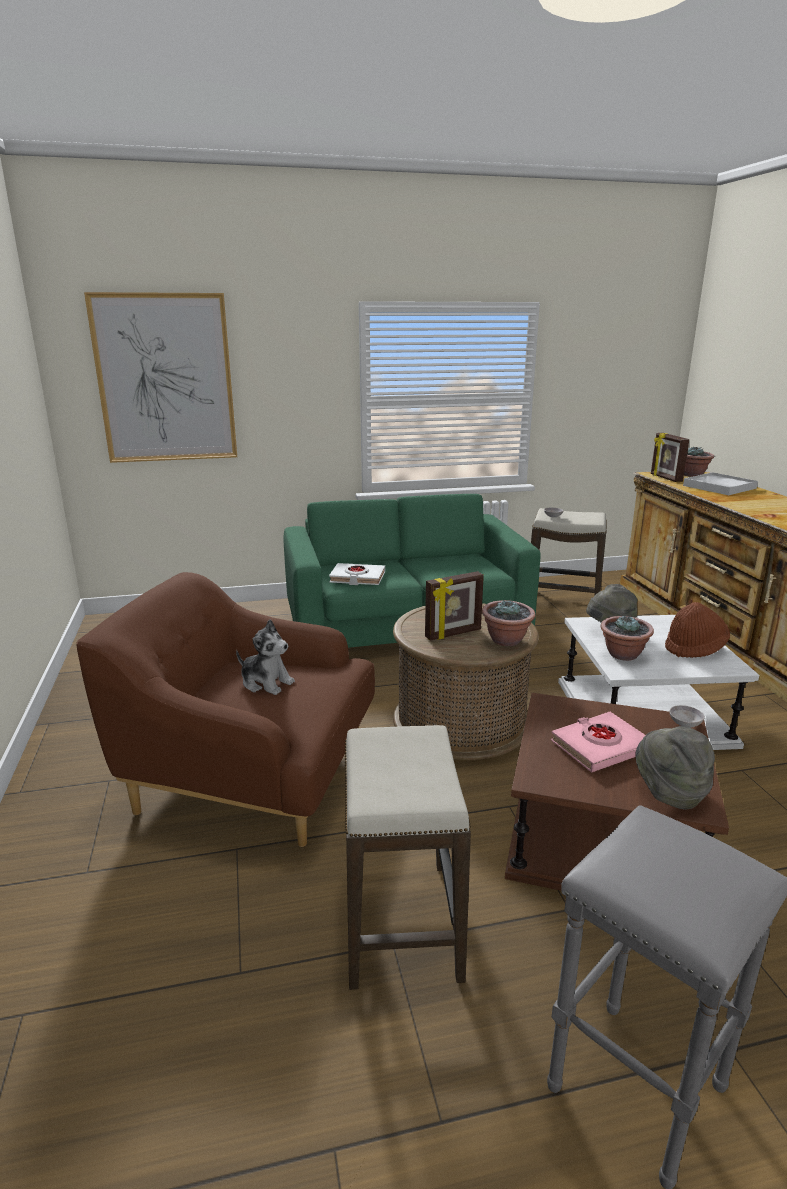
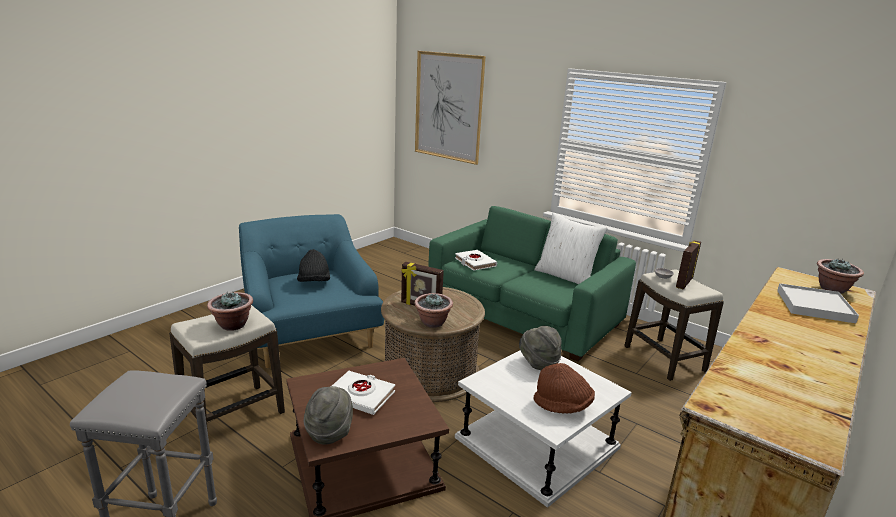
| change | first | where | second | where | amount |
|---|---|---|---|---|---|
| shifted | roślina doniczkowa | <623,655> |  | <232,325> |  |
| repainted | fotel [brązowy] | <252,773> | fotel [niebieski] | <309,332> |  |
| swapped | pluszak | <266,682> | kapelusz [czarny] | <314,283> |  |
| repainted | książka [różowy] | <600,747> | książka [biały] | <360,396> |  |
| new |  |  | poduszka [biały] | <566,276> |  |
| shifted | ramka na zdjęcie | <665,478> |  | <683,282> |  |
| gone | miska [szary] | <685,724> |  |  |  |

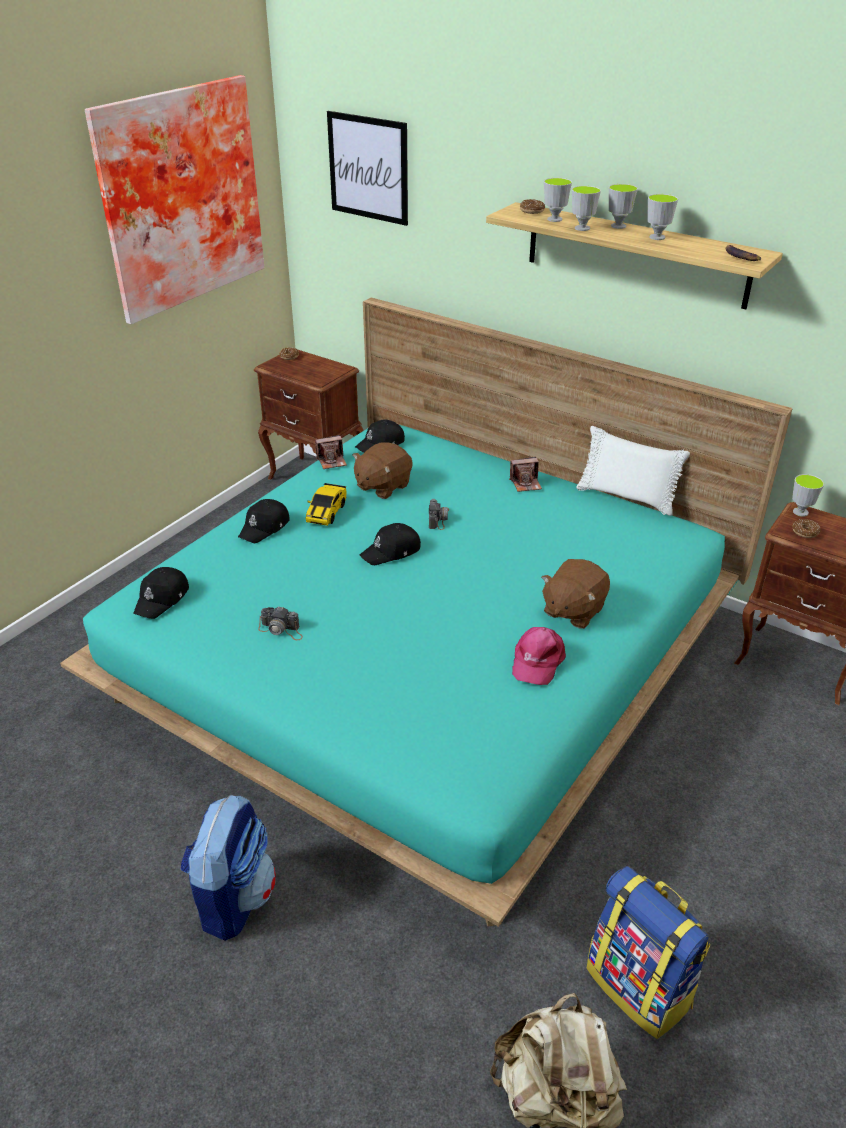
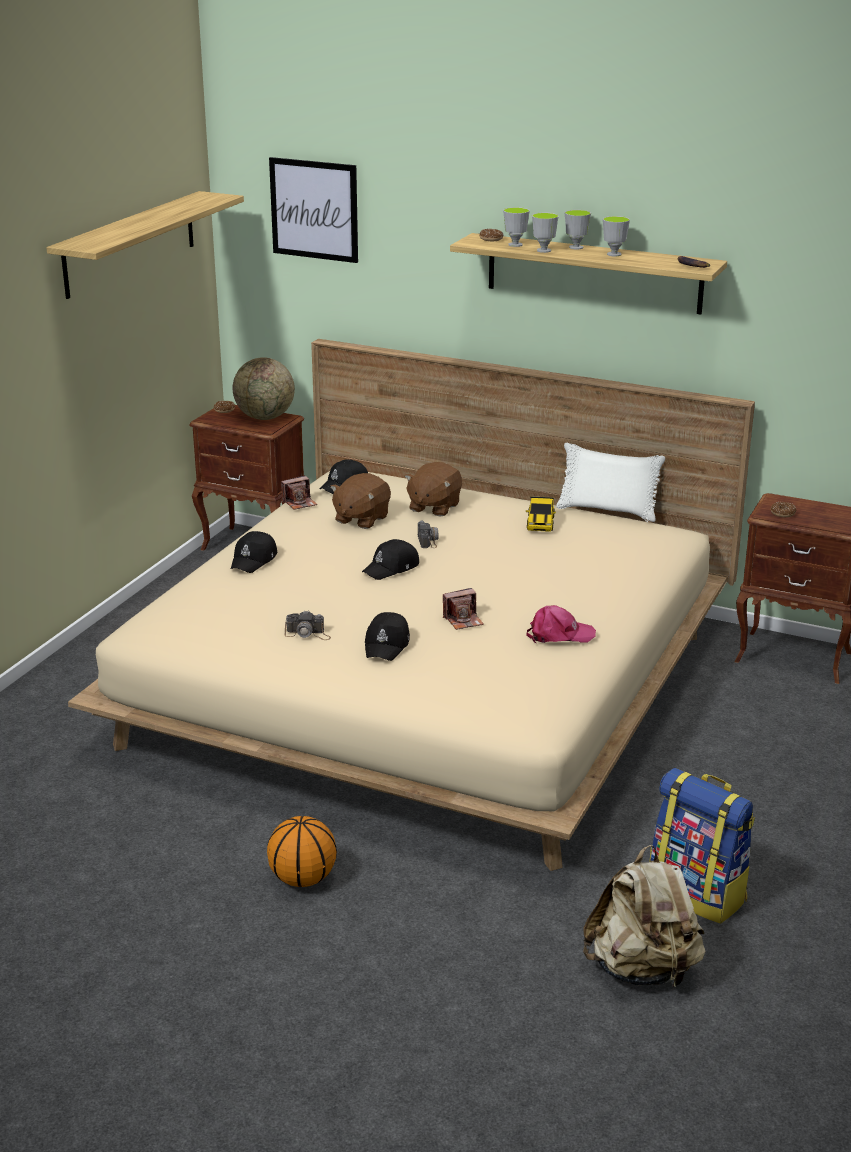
| change | first | where | second | where | amount |
|---|---|---|---|---|---|
| swapped | obraz | <178,197> | półka | <130,244> |  |
| repainted | łóżko [turkusowy] | <423,660> | łóżko [beżowy] | <425,688> |  |
| new |  |  | globus | <265,417> |  |
| swapped | plecak | <234,897> | piłka do koszykówki | <302,878> |  |
| shifted | czapka z daszkiem [czarny] | <162,599> |  | <387,645> |  |
| shifted | pluszak [brązowy] | <573,610> |  | <433,507> |  |
| shifted | aparat fotograficzny | <525,483> |  | <463,620> |  |
| shifted | samochodzik | <326,512> |  | <540,523> |  |
| rotated | czapka z daszkiem [różowy] | <537,661> |  | <559,635> | 105 degrees counterclockwise |
| gone | filiżanka | <800,512> |  |  |  |

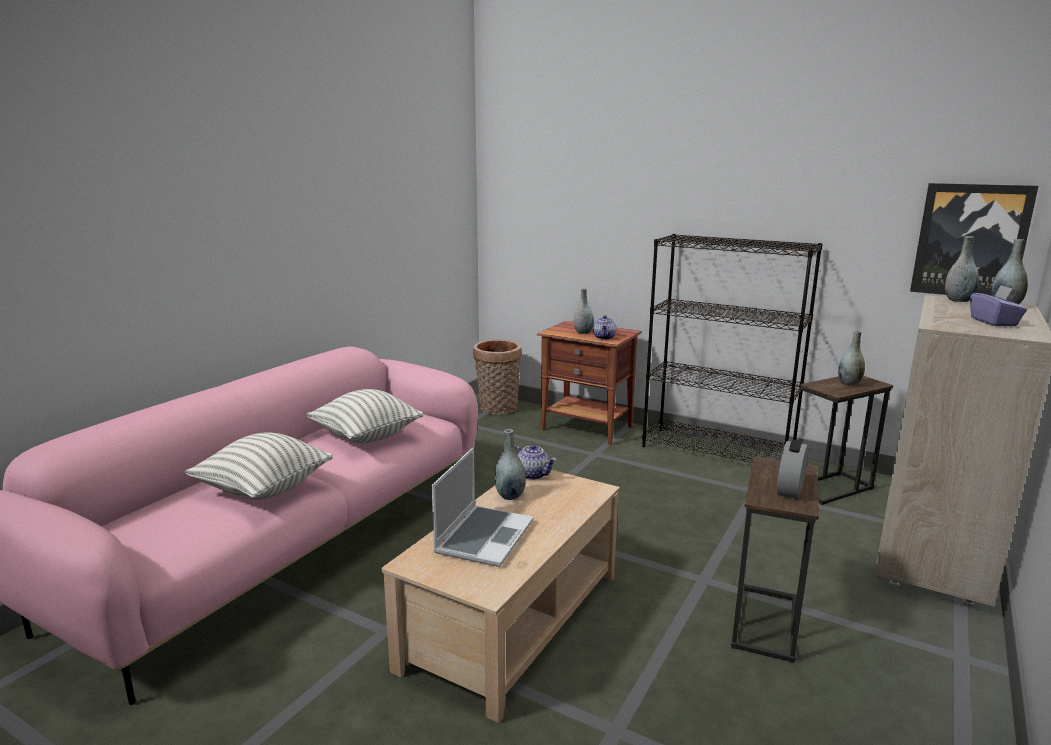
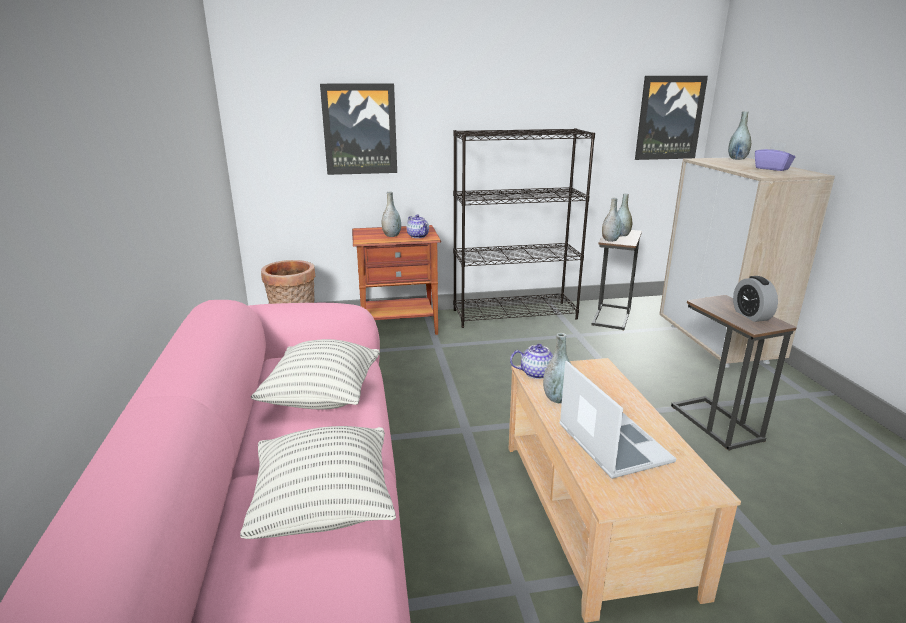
| change | first | where | second | where | amount |
|---|---|---|---|---|---|
| new |  |  | obraz | <360,129> |  |
| shifted | wazon [szary] | <958,300> |  | <610,240> |  |

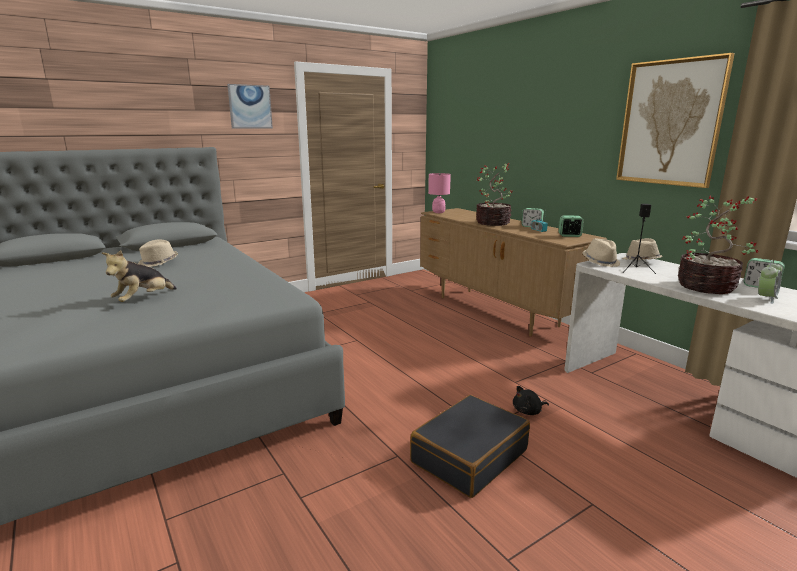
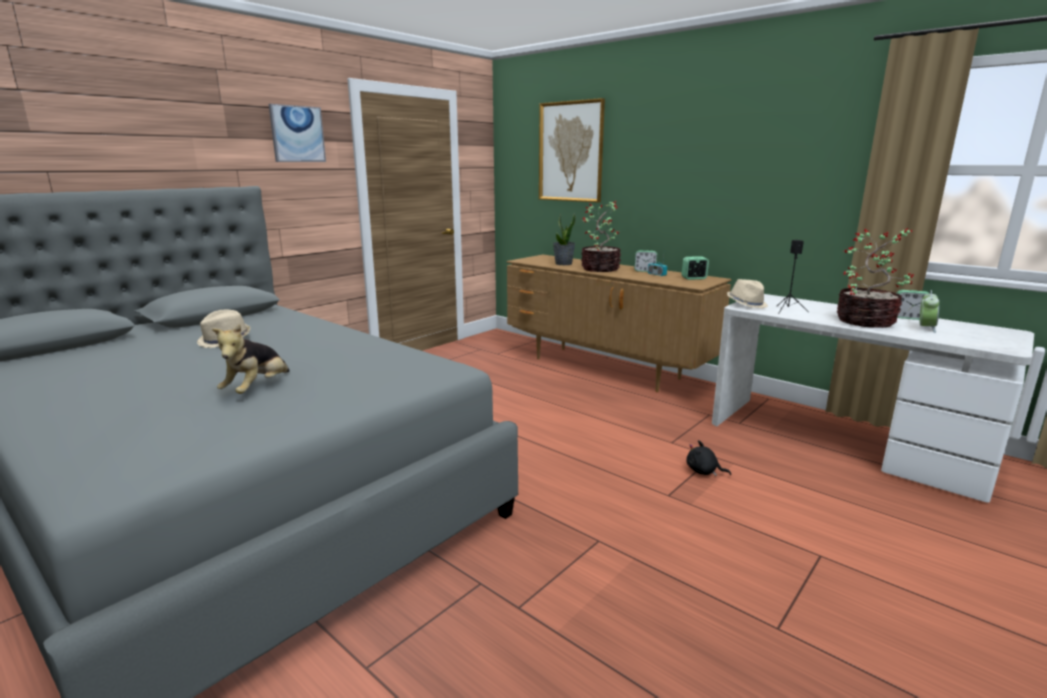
| change | first | where | second | where | amount |
|---|---|---|---|---|---|
| shifted | obraz | <670,123> |  | <571,152> |  |
| new |  |  | roślina doniczkowa | <563,264> |  |
| rotated | pluszak [czarny] | <528,411> |  | <703,471> | 60 degrees clockwise |
| gone | walizka [czarny] | <469,456> |  |  |  |
| gone | lampa stołowa [różowy] | <438,212> |  |  |  |
| gone | kapelusz [beżowy] | <641,261> |  |  |  |

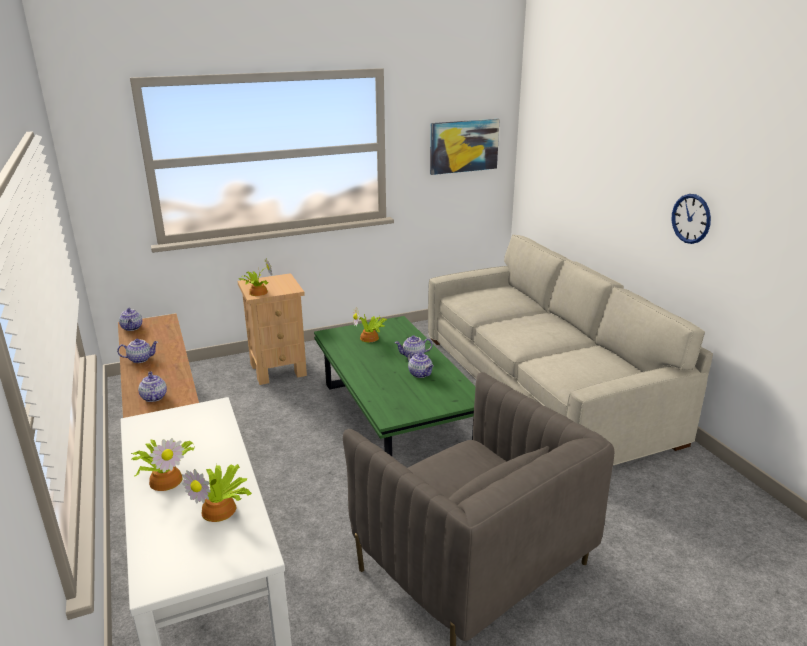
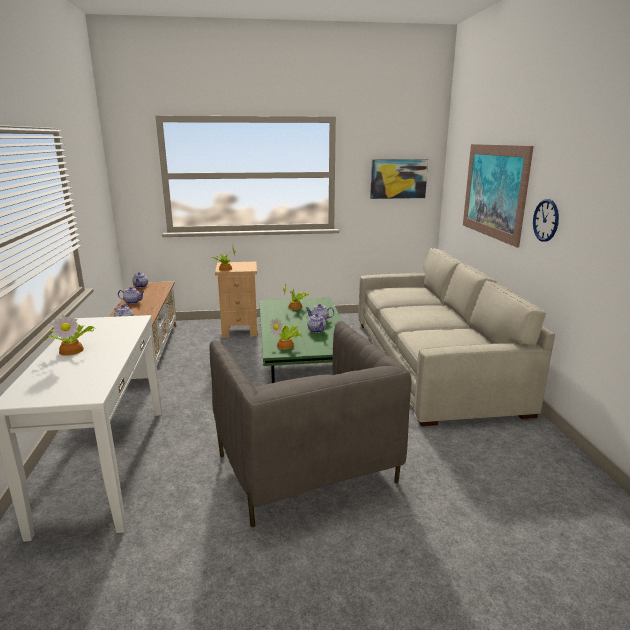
| change | first | where | second | where | amount |
|---|---|---|---|---|---|
| shifted | roślina doniczkowa | <221,509> |  | <286,345> |  |
| new |  |  | obraz | <494,191> |  |

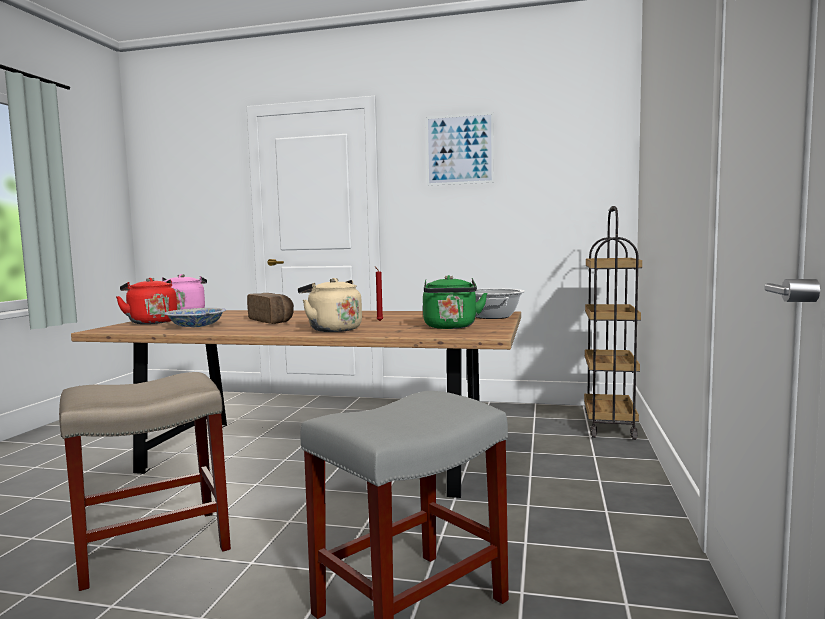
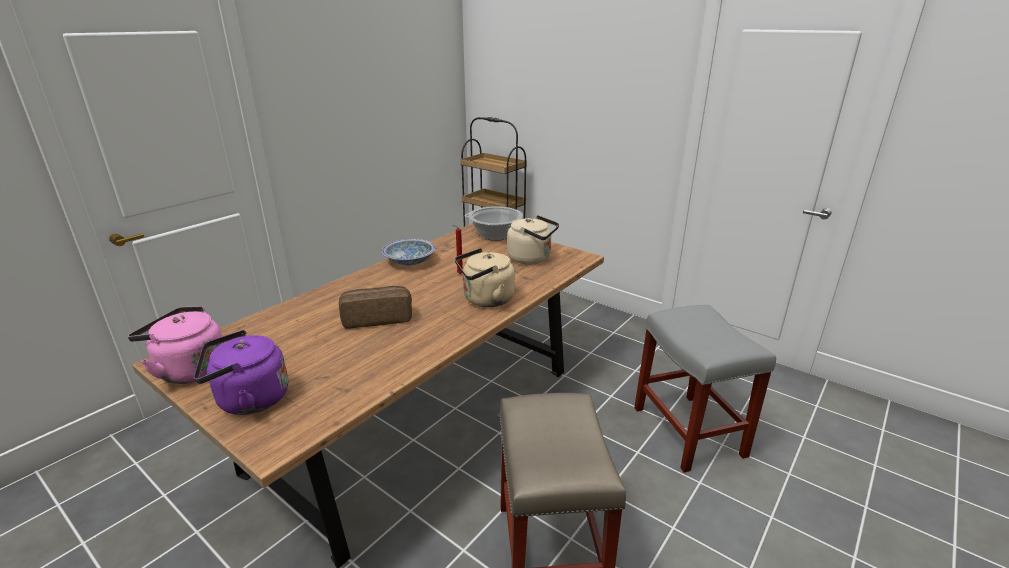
| change | first | where | second | where | amount |
|---|---|---|---|---|---|
| repainted | czajnik [czerwony] | <151,322> | czajnik [fioletowy] | <248,400> |  |
| shifted | miska | <196,326> |  | <410,261> |  |
| repainted | czajnik [zielony] | <450,327> | czajnik [beżowy] | <532,259> |  |
| gone | obraz | <459,149> |  |  |  |

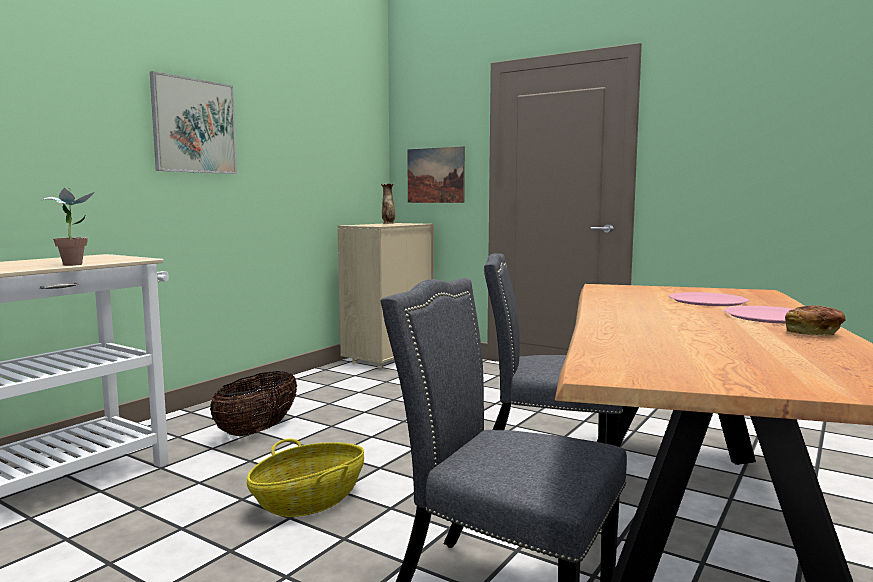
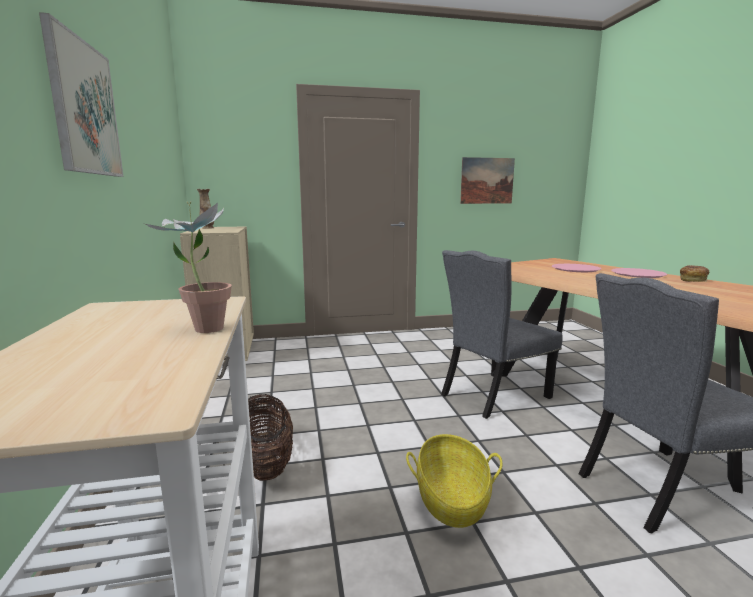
| change | first | where | second | where | amount |
|---|---|---|---|---|---|
| shifted | obraz | <435,175> |  | <487,181> |  |

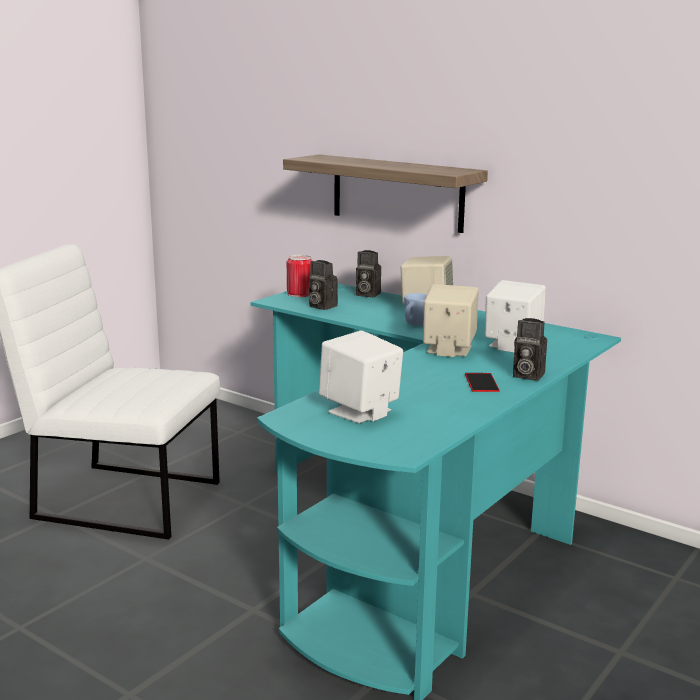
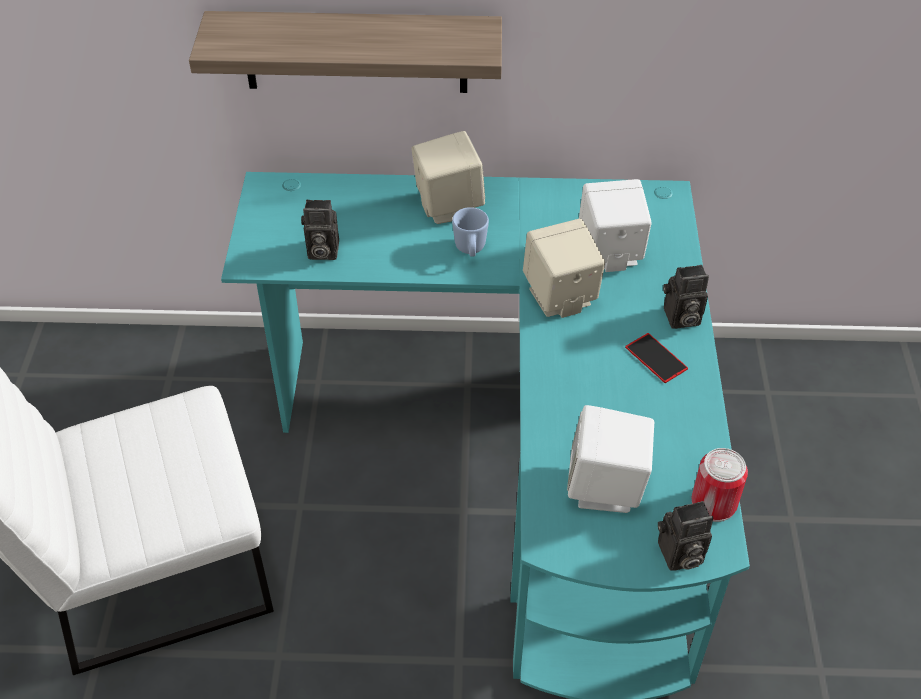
| change | first | where | second | where | amount |
|---|---|---|---|---|---|
| shifted | aparat fotograficzny | <366,294> |  | <679,556> |  |
| shifted | puszka | <300,293> |  | <713,503> |  |

